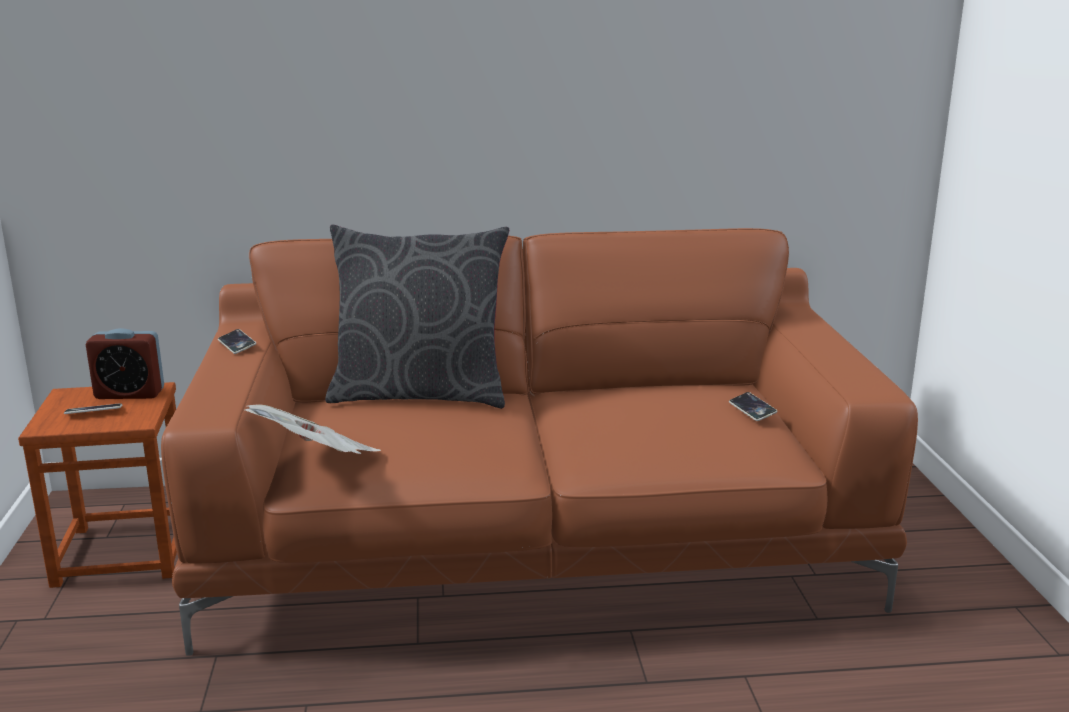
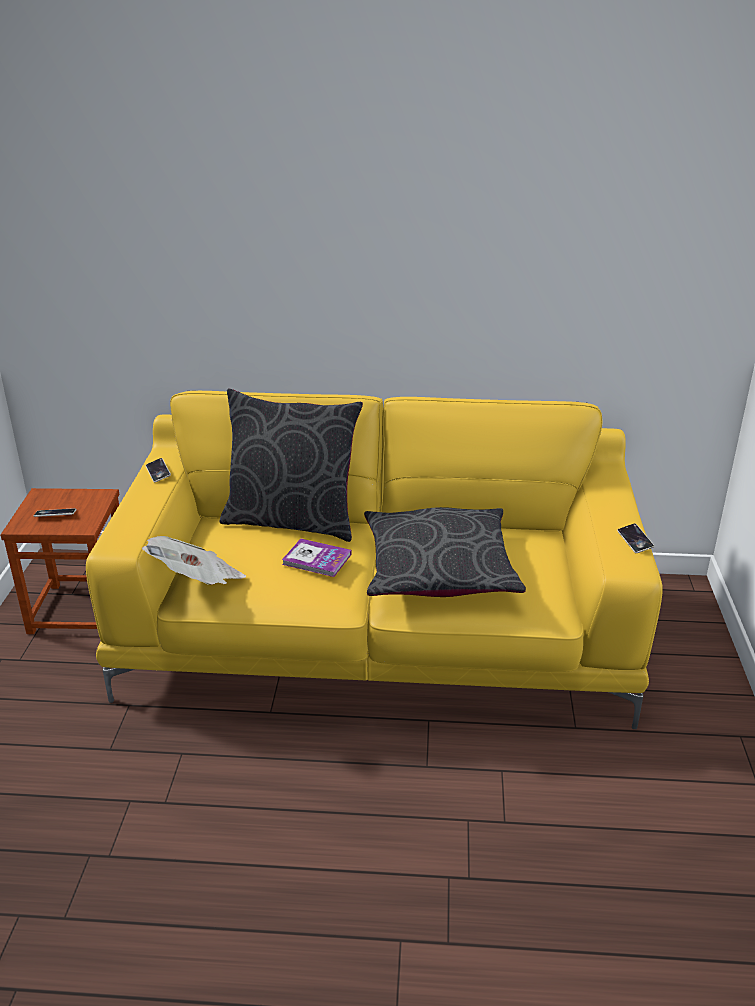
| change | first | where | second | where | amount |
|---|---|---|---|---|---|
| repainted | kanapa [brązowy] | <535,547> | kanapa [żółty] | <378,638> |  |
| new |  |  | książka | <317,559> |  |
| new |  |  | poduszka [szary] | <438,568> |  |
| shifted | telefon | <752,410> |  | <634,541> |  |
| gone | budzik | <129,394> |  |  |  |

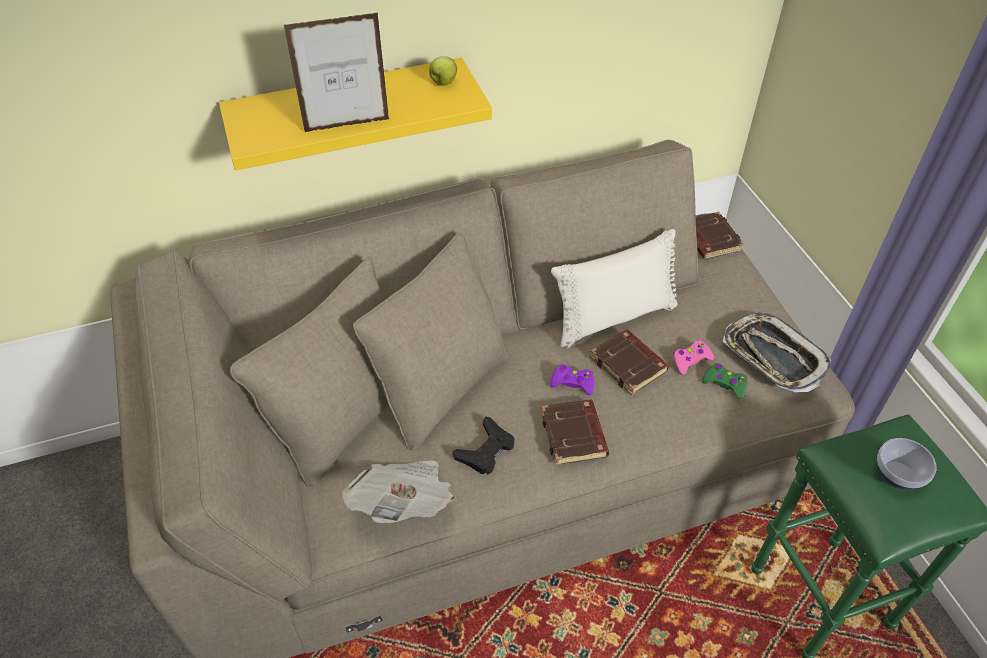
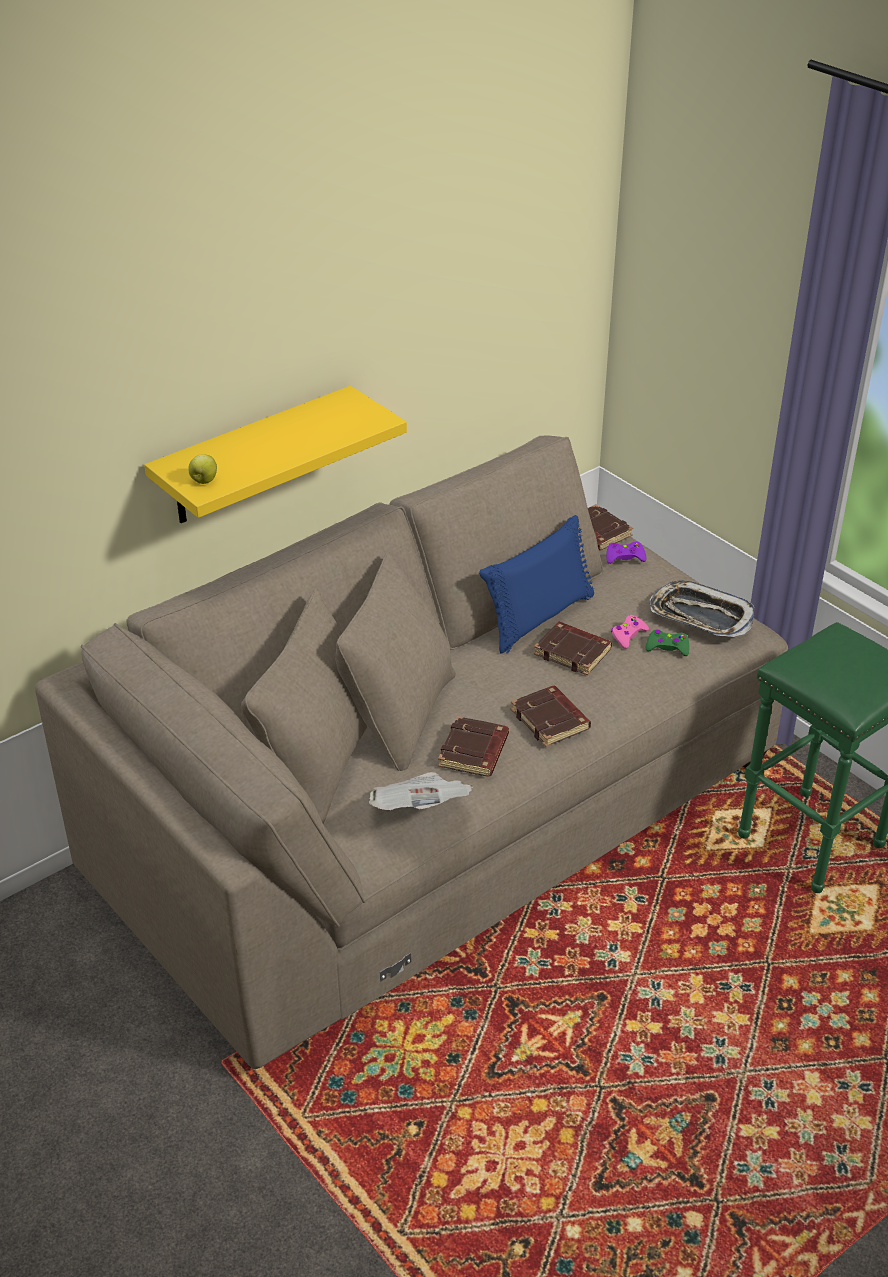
| change | first | where | second | where | amount |
|---|---|---|---|---|---|
| shifted | jabłko | <443,83> |  | <204,481> |  |
| swapped | pad do gier [czarny] | <486,450> | książka [brązowy] | <474,752> |  |
| repainted | poduszka [biały] | <613,317> | poduszka [niebieski] | <538,618> |  |
| shifted | pad do gier [fioletowy] | <572,383> |  | <624,557> |  |
| gone | ramka na zdjęcie | <347,125> |  |  |  |
| gone | miska | <899,476> |  |  |  |

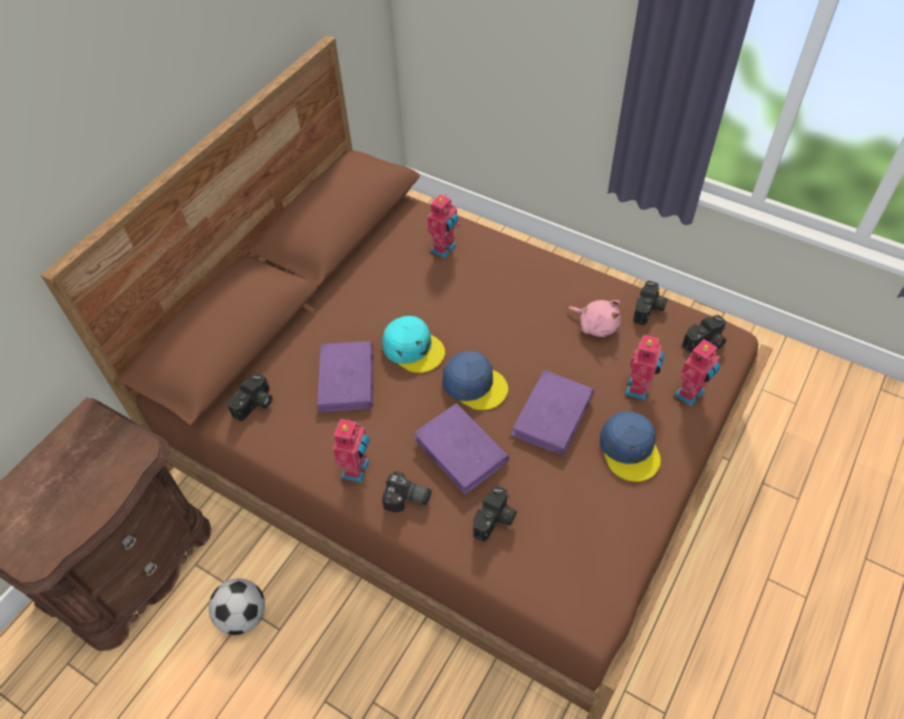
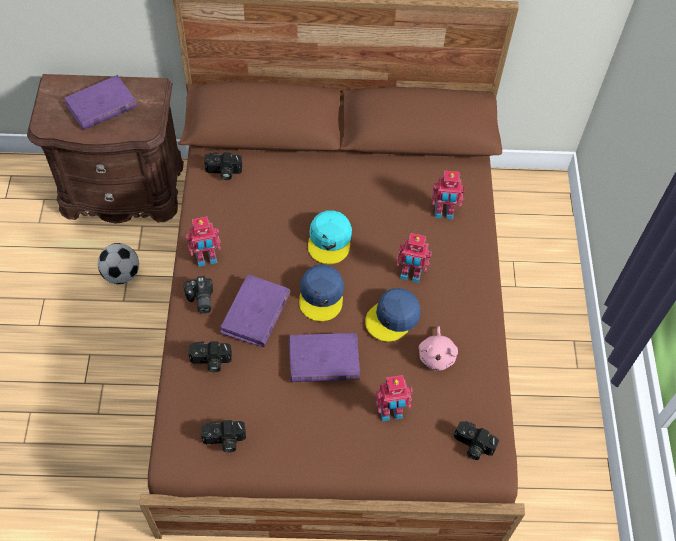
| change | first | where | second | where | amount |
|---|---|---|---|---|---|
| shifted | książka [fioletowy] | <346,379> |  | <101,105> |  |
| shifted | aparat fotograficzny | <649,310> |  | <224,441> |  |
| shifted | czapka z daszkiem [niebieski] | <630,449> |  | <393,317> |  |
| shifted | robot zabawkowy | <691,394> |  | <410,275> |  |

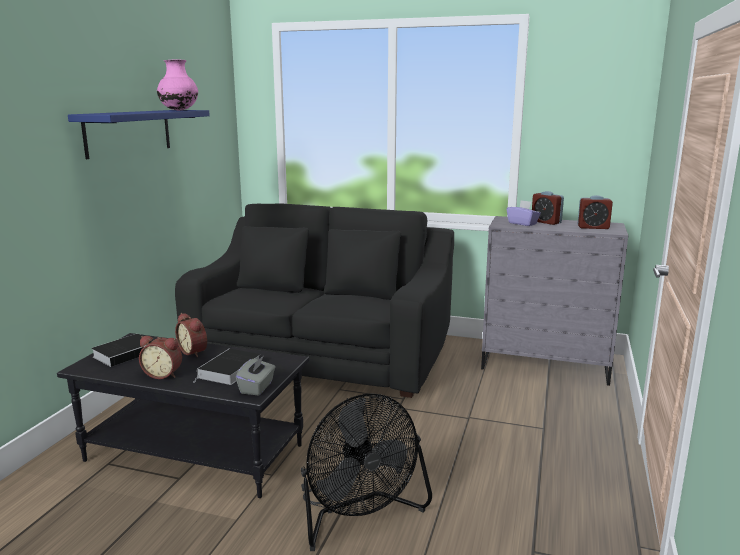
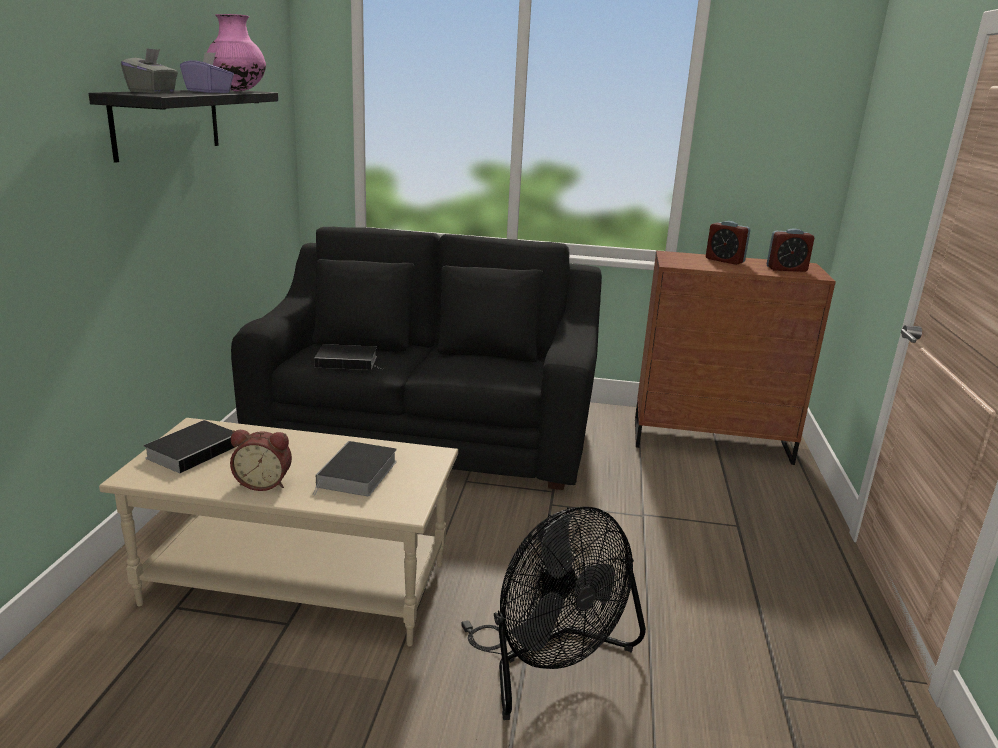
| change | first | where | second | where | amount |
|---|---|---|---|---|---|
| repainted | półka [niebieski] | <129,132> | półka [czarny] | <168,122> |  |
| repainted | ława [czarny] | <196,452> | ława [beżowy] | <299,583> |  |
| shifted | pudełko chusteczek [szary] | <257,387> |  | <153,92> |  |
| shifted | pudełko chusteczek [fioletowy] | <522,223> |  | <209,92> |  |
| new |  |  | książka | <348,361> |  |
| repainted | komoda [szary] | <545,366> | komoda [brązowy] | <711,440> |  |
| gone | budzik | <194,351> |  |  |  |

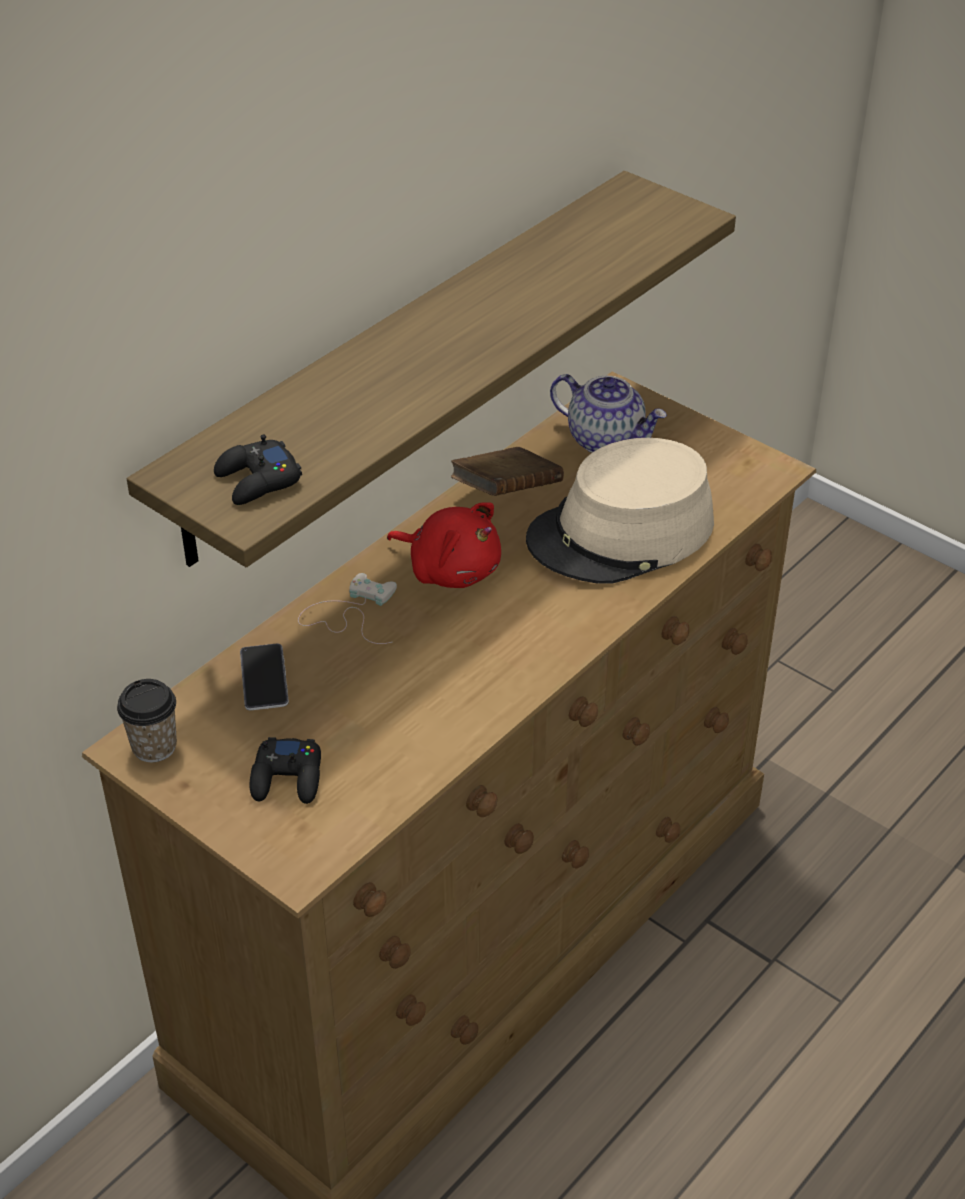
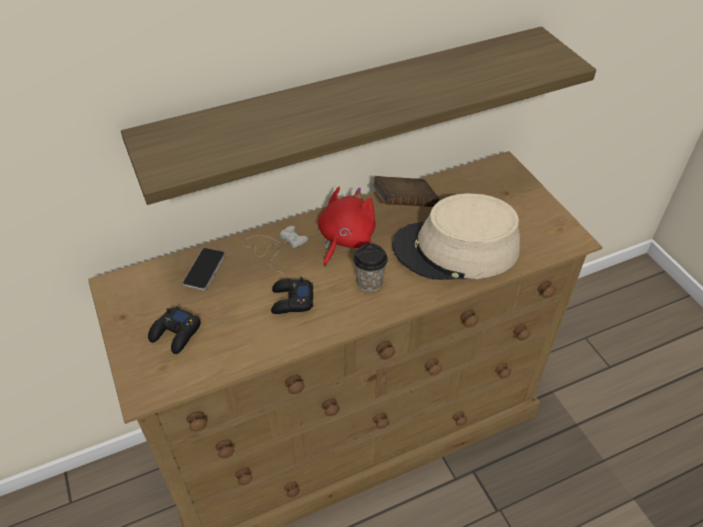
| change | first | where | second | where | amount |
|---|---|---|---|---|---|
| shifted | pad do gier [czarny] | <257,480> |  | <291,301> |  |
| rotated | pluszak [czerwony] | <451,569> |  | <344,239> | 120 degrees counterclockwise |
| shifted | filiżanka | <154,746> |  | <369,282> |  |
| gone | imbryk | <606,440> |  |  |  |

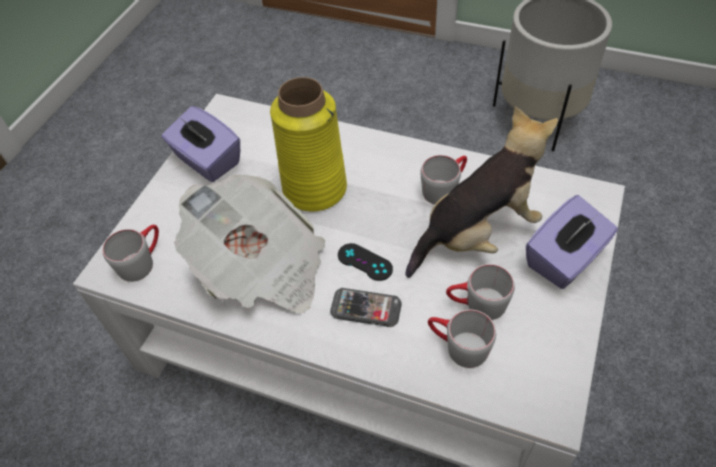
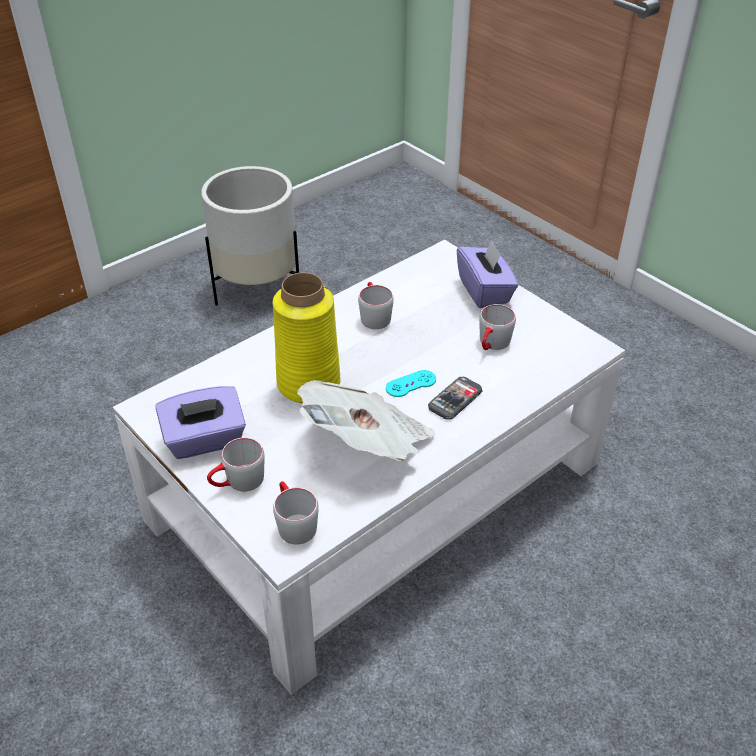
| change | first | where | second | where | amount |
|---|---|---|---|---|---|
| shifted | kubek [szary] | <457,346> |  | <238,482> |  |
| repainted | pad do gier [czarny] | <365,262> | pad do gier [turkusowy] | <411,384> |  |
| gone | pluszak | <477,234> |  |  |  |

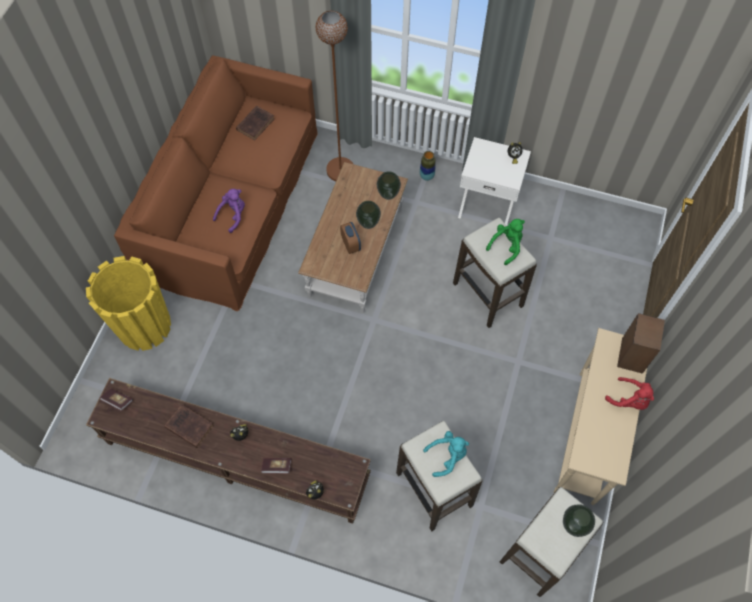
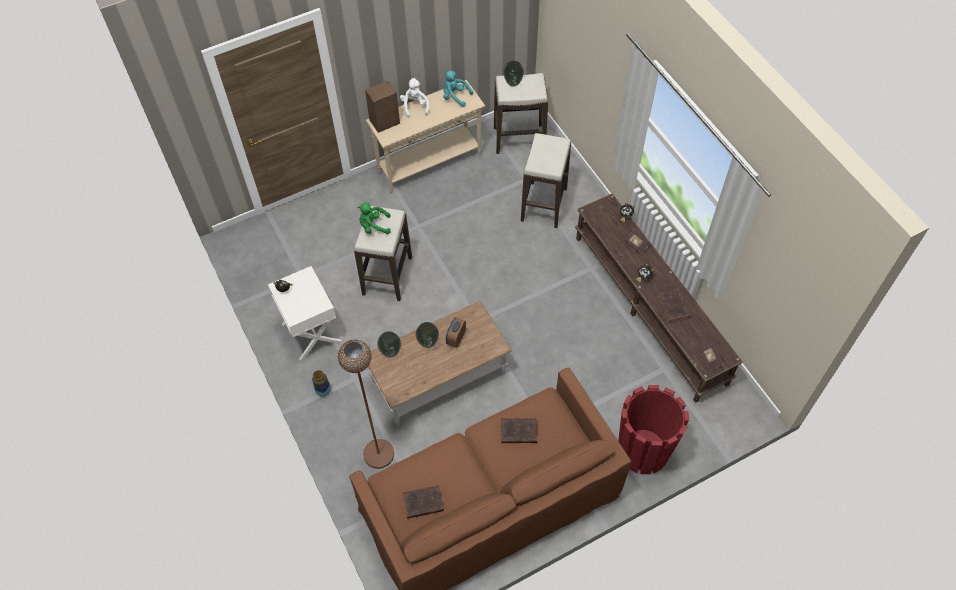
| change | first | where | second | where | amount |
|---|---|---|---|---|---|
| repainted | pluszak [czerwony] | <629,400> | pluszak [biały] | <415,106> |  |
| shifted | pluszak [turkusowy] | <447,456> |  | <455,97> |  |
| swapped | pluszak [fioletowy] | <233,215> | książka [brązowy] | <517,432> |  |
| repainted | donica [żółty] | <144,326> | donica [czerwony] | <643,450> |  |

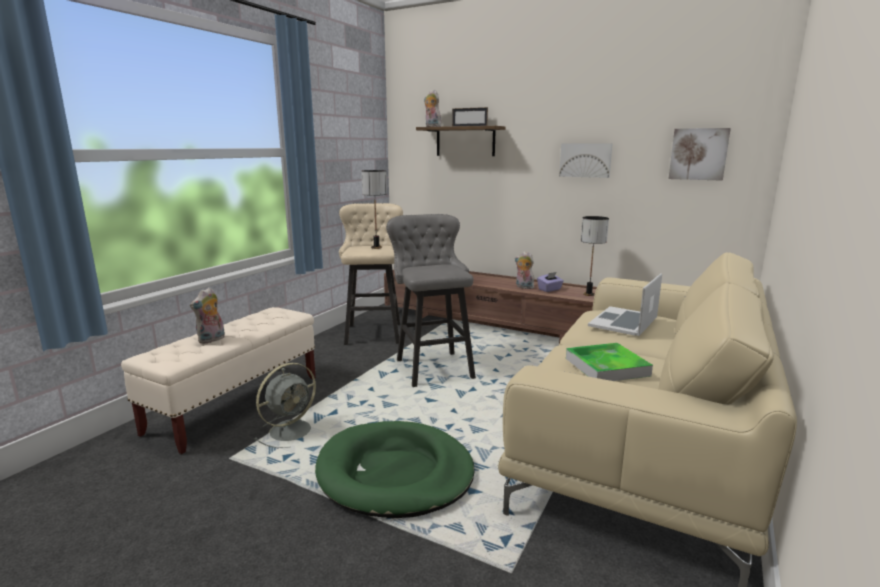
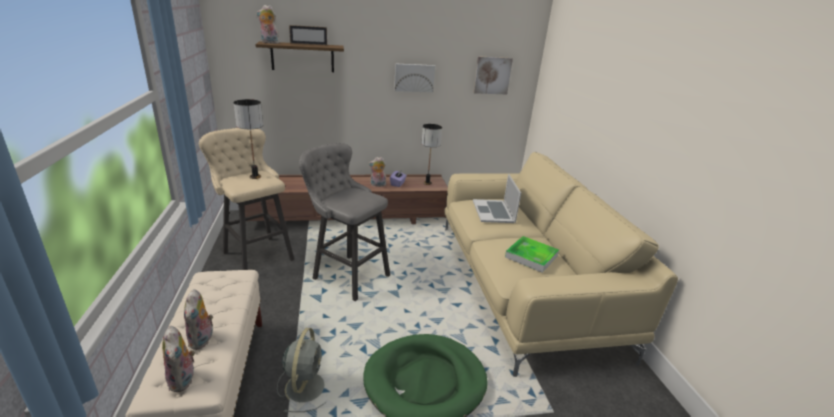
| change | first | where | second | where | amount |
|---|---|---|---|---|---|
| new |  |  | pluszak | <183,380> |  |

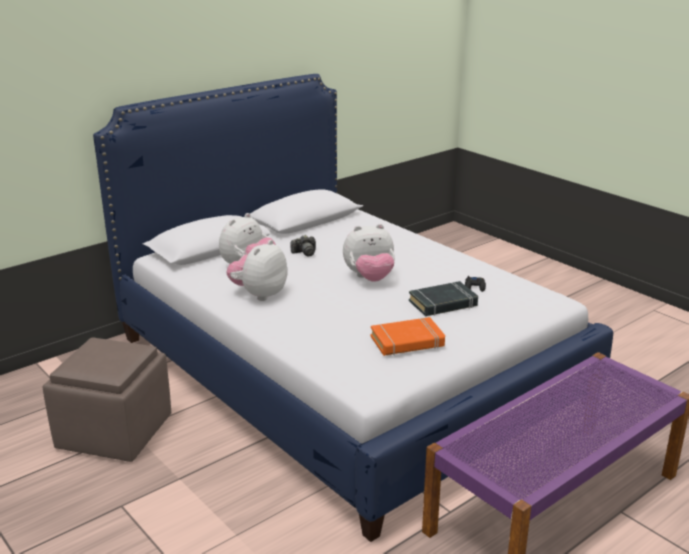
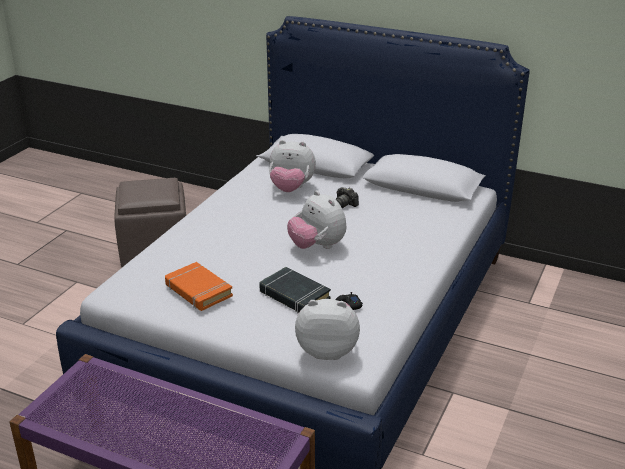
| change | first | where | second | where | amount |
|---|---|---|---|---|---|
| shifted | pluszak | <259,294> |  | <327,350> |  |

